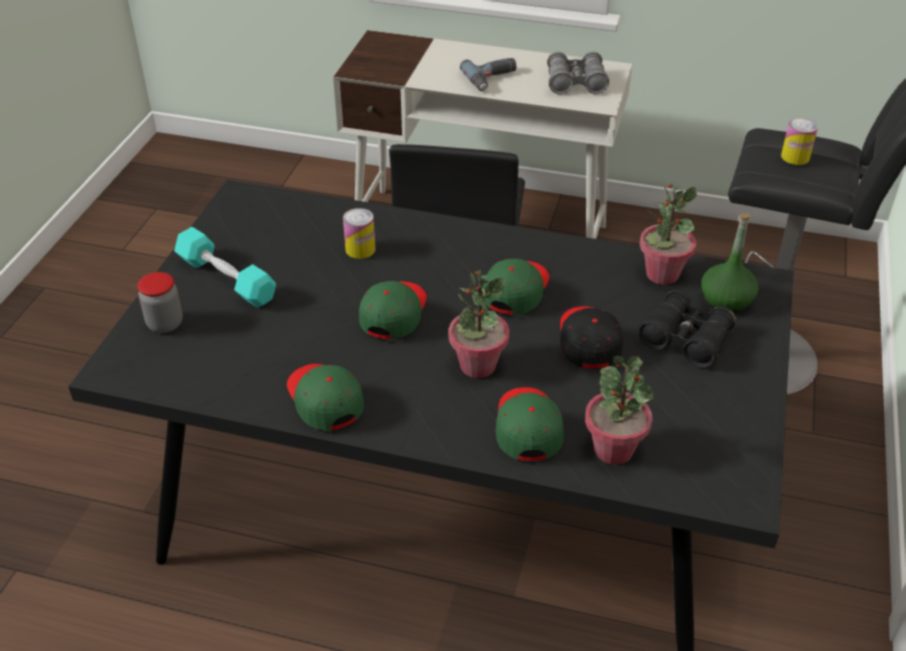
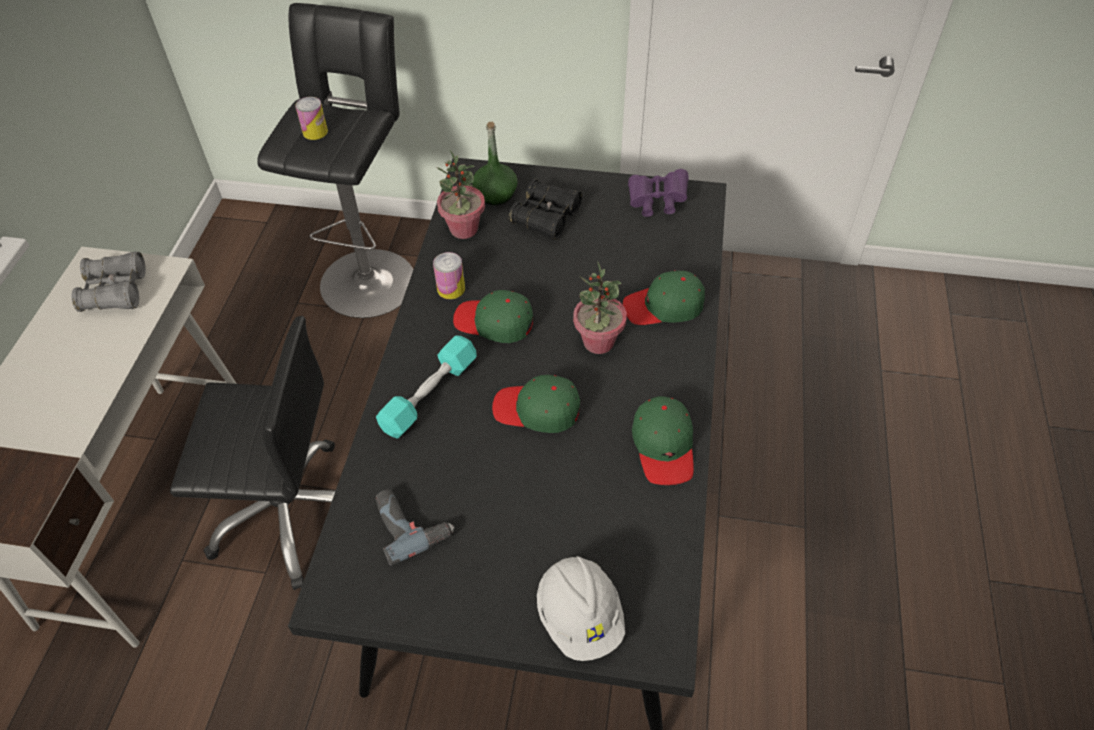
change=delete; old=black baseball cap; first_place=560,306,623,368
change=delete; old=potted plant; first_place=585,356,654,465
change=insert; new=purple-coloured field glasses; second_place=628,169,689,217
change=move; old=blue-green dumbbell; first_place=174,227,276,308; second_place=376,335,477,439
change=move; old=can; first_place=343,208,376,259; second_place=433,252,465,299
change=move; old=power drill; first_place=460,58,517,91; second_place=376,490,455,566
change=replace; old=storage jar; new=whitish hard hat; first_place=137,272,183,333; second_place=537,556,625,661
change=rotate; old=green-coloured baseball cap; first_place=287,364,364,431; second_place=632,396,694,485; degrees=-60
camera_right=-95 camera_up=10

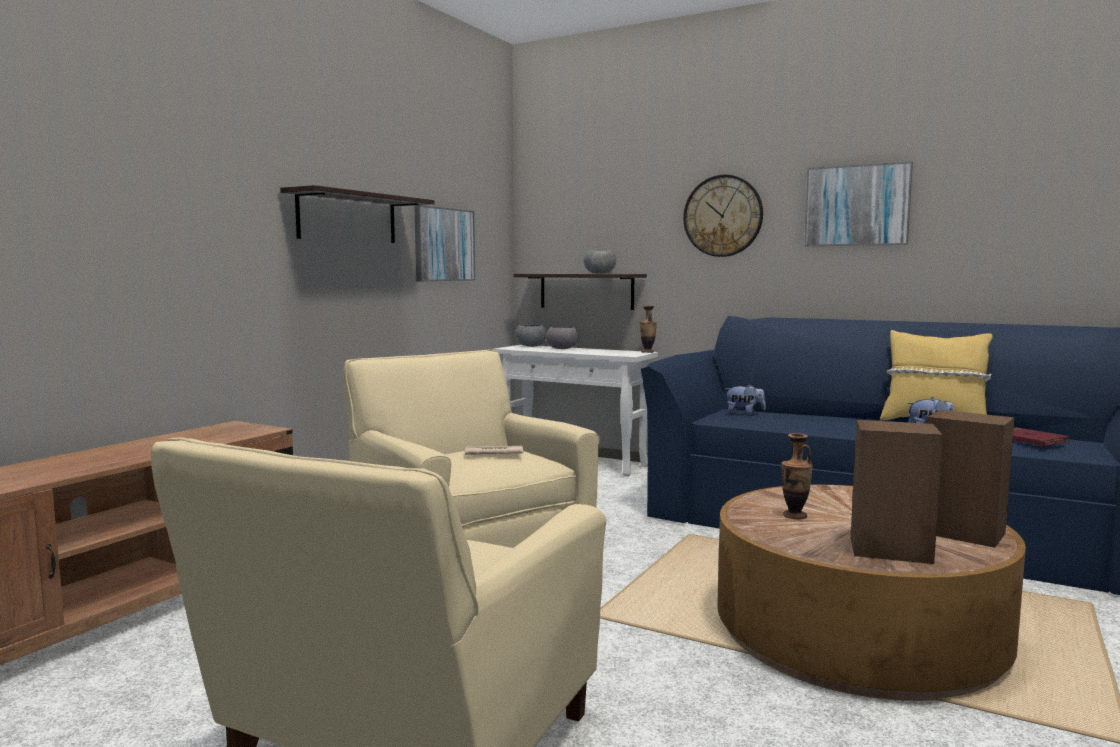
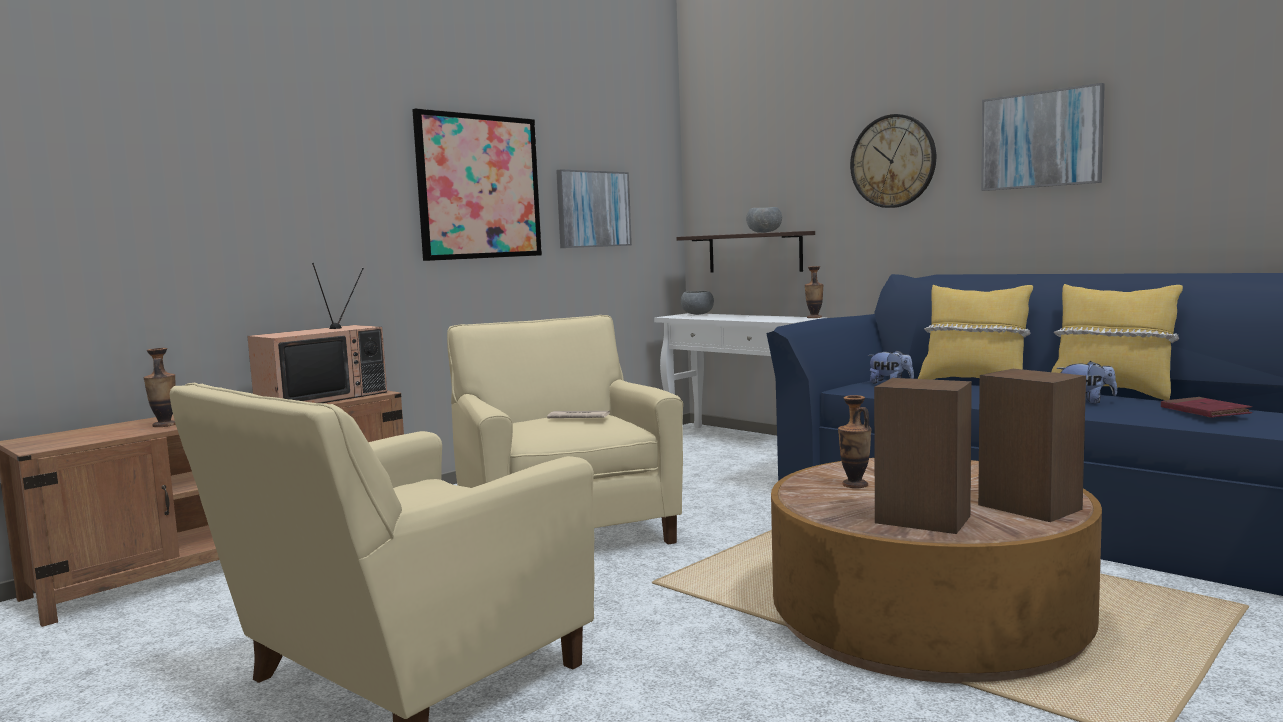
change=delete; old=gray serving bowl; first_place=546,327,578,349
change=insert; new=flower vase; second_place=144,348,176,427
change=insert; new=television; second_place=247,263,387,403
change=insert; new=yellow-coloured pillow; second_place=918,285,1033,380
change=replace; old=bracket shelf; new=wall picture; first_place=280,185,435,243; second_place=412,108,542,261
camera_right=15 camera_up=0

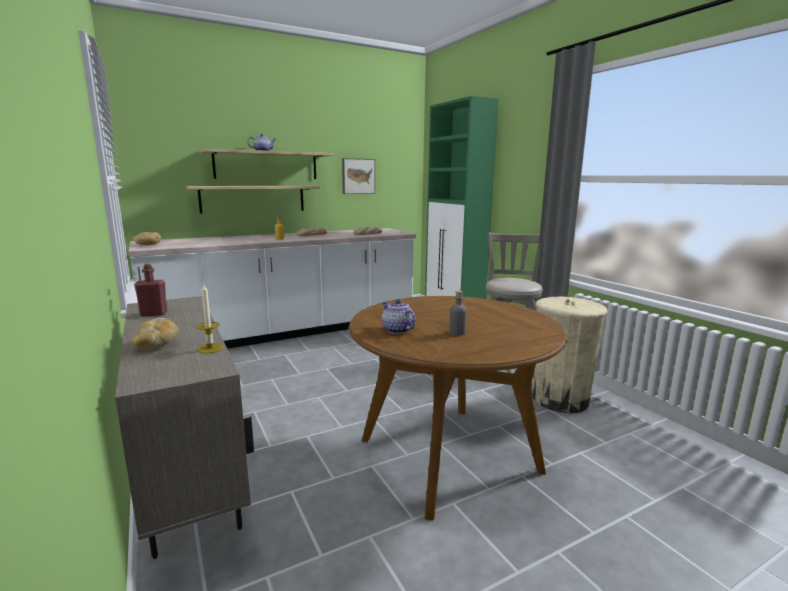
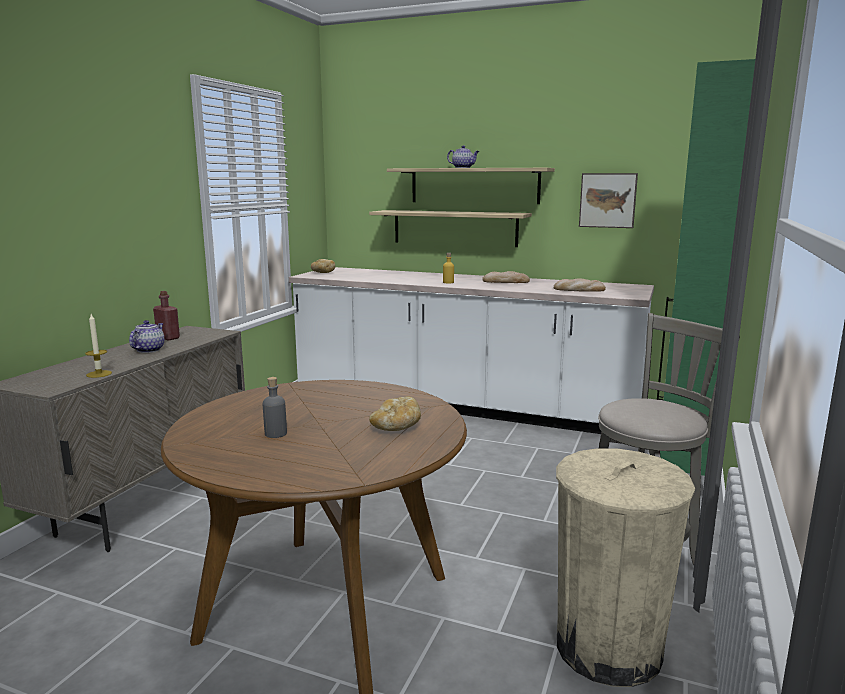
change=move; old=baked bread; first_place=132,317,179,349; second_place=369,396,421,431
change=move; old=pot for tea; first_place=382,299,416,334; second_place=129,320,164,353
camera_right=50 camera_up=0

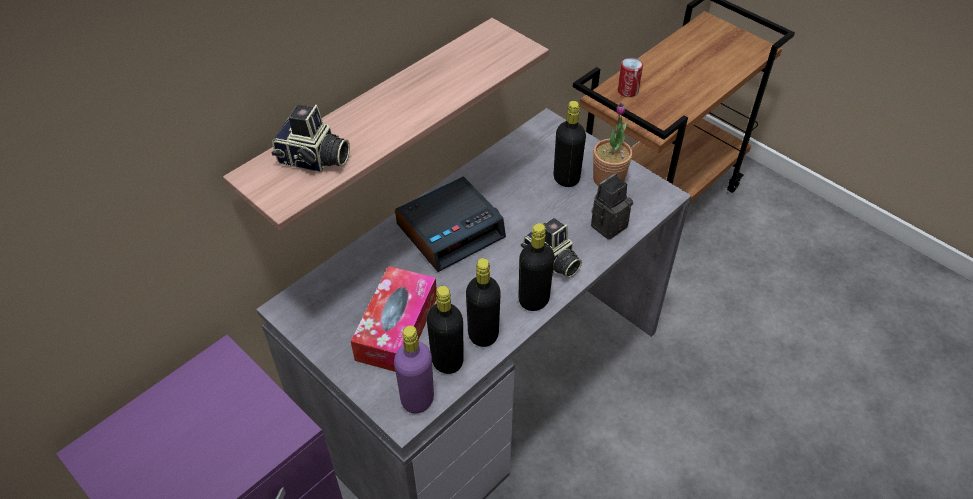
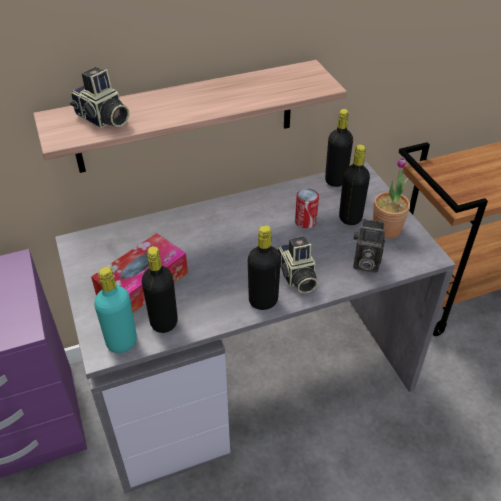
change=delete; old=bedside clock; first_place=395,176,506,272
change=move; old=black beverage bottle; first_place=466,258,501,347; second_place=325,109,353,187
change=move; old=can; first_place=618,58,643,97; second_place=295,189,319,228
change=recolor; old=purple-coloured beverage bottle; new=blue-green beverage bottle; first_place=394,325,434,414; second_place=94,267,137,353
change=rotate; old=photo camera; first_place=591,173,633,240; second_place=353,219,385,273; degrees=-150
camera_right=25 camera_up=-5

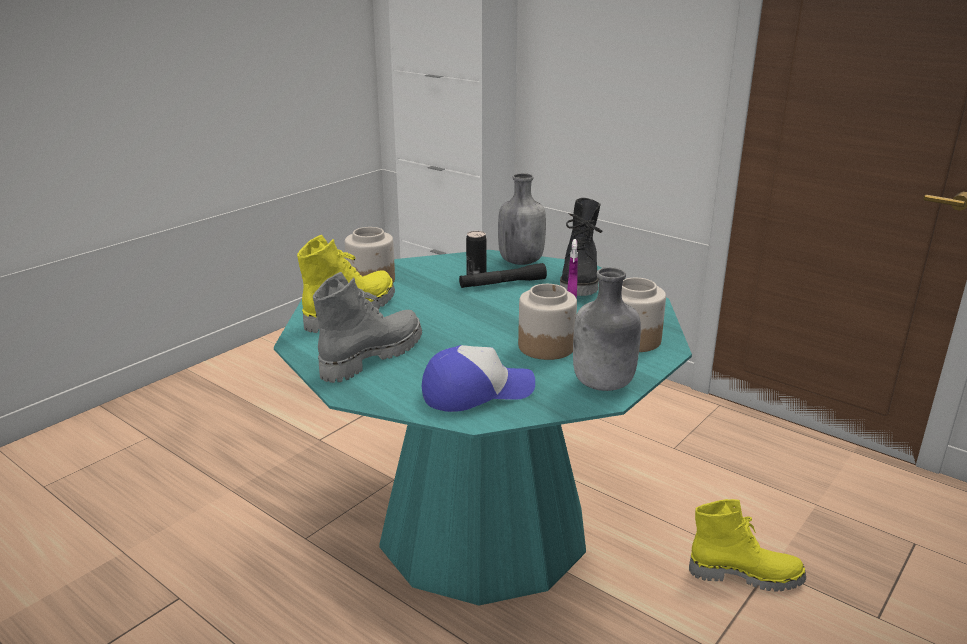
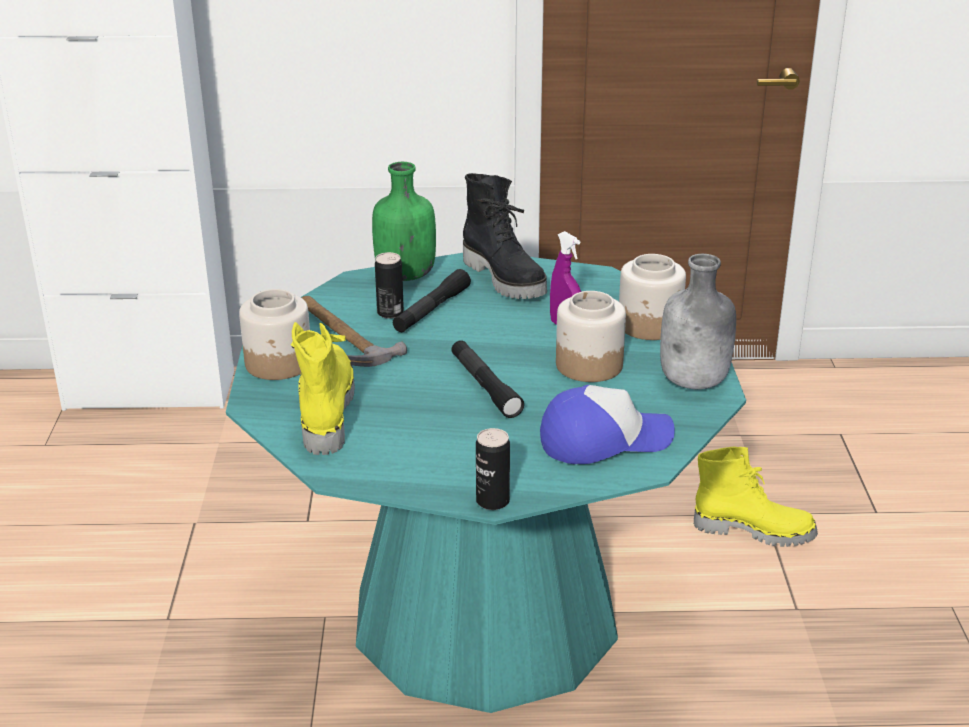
change=delete; old=gray boot; first_place=313,272,422,383
change=insert; new=tool hammer; second_place=301,296,407,367
change=insert; new=black flashlight; second_place=451,340,524,418
change=insert; new=can; second_place=476,428,510,510
change=recolor; old=gray beverage bottle; new=green-coloured beverage bottle; first_place=498,173,546,265; second_place=372,162,436,281
change=rotate; old=baseball cap; first_place=422,345,535,412; second_place=540,385,675,464; degrees=45
change=rotate; old=yellow-coloured boot; first_place=689,499,806,591; second_place=694,447,818,547; degrees=45
camera_right=-40 camera_up=5

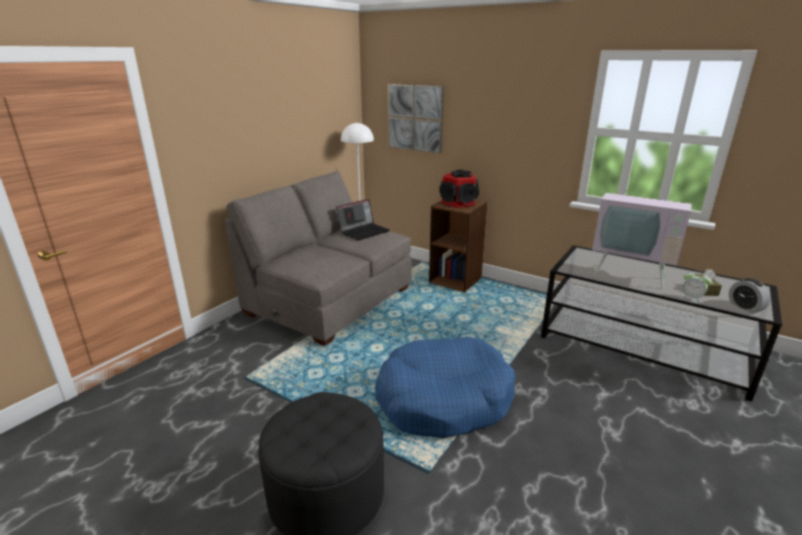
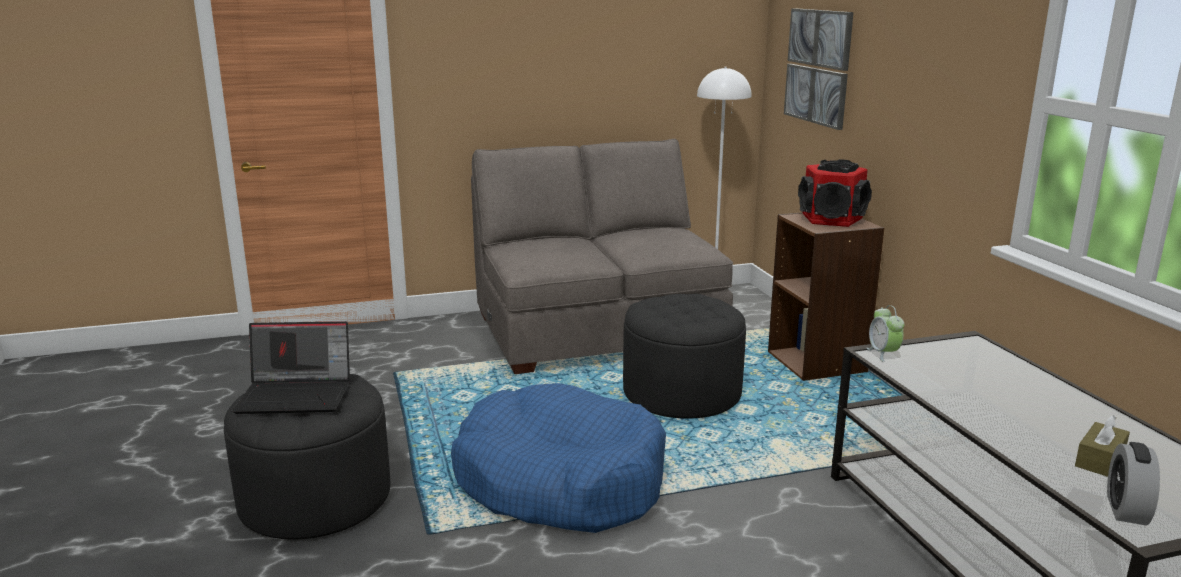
change=delete; old=television; first_place=592,160,692,289
change=insert; new=black ottoman; second_place=623,294,746,418
change=move; old=portable computer; first_place=336,199,390,241; second_place=232,321,350,414
change=move; old=bedside clock; first_place=680,270,712,303; second_place=866,305,904,362
camera_right=40 camera_up=-5

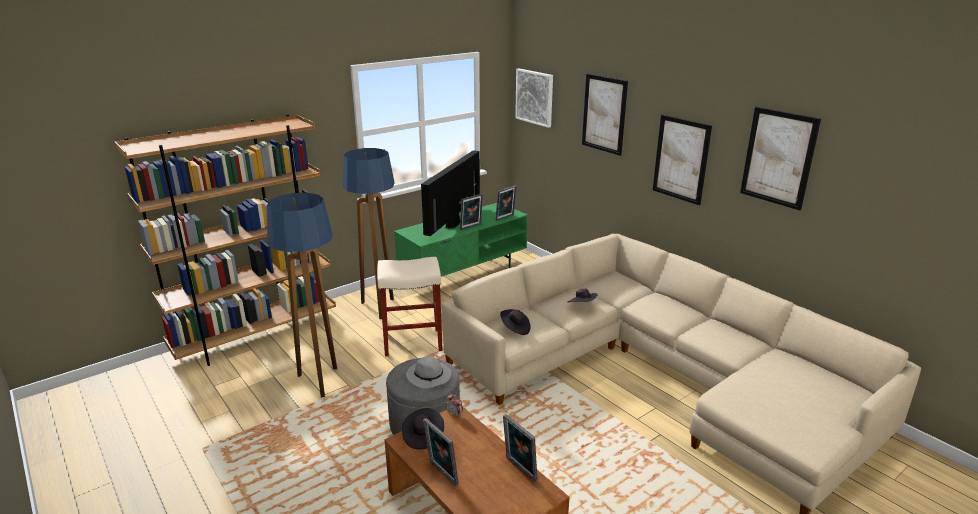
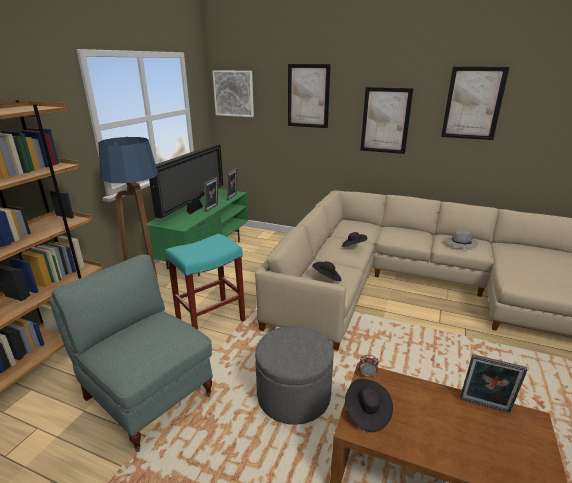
change=delete; old=standing frame; first_place=423,418,459,486
change=move; old=gray hat; first_place=406,356,451,389; second_place=446,229,478,249
change=replace; old=standing lamp; new=gray armchair; first_place=267,193,337,398; second_place=49,254,213,452
change=recolor; old=beige-coloured sitting stool; new=blue-green sitting stool; first_place=377,257,443,356; second_place=165,234,245,330
change=rotate; old=television; first_place=421,150,480,236; second_place=149,144,223,218; degrees=-150
camera_right=-30 camera_up=0

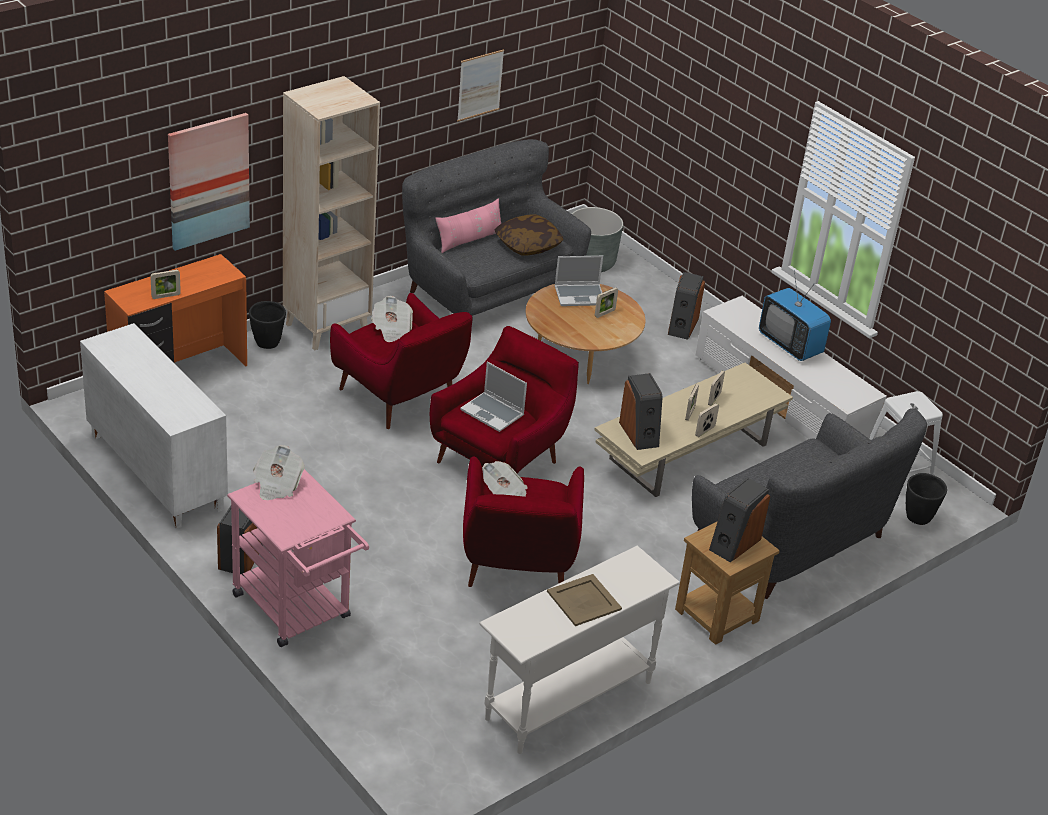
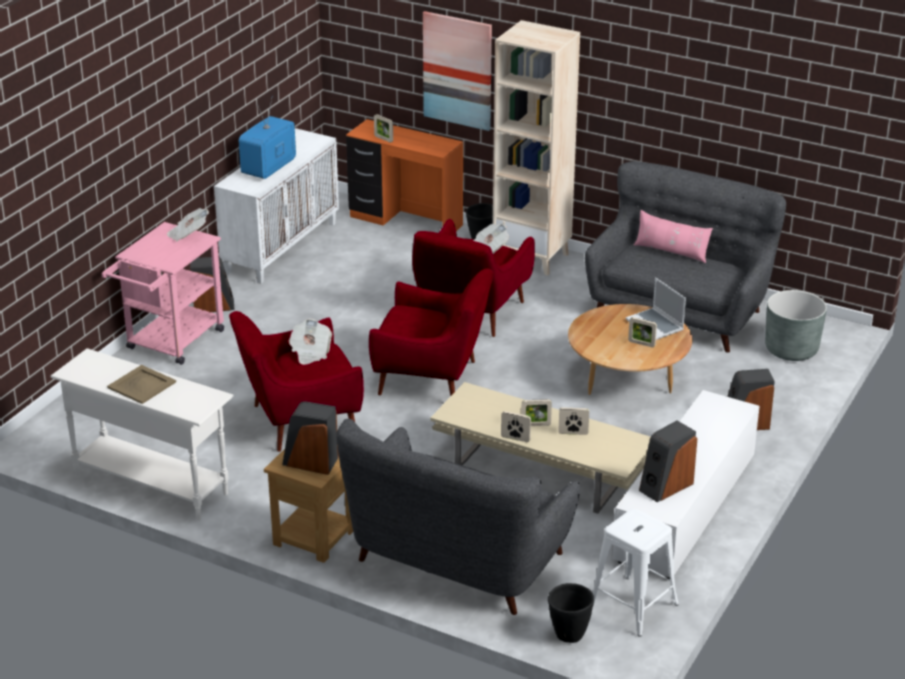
change=delete; old=wall picture; first_place=457,49,504,121
change=delete; old=portable computer; first_place=460,362,527,432
change=delete; old=pillow; first_place=494,214,564,256
change=move; old=audio speaker; first_place=619,373,663,450; second_place=639,420,697,502
change=move; old=television; first_place=759,270,831,361; second_place=239,95,296,179
camera_right=70 camera_up=-5

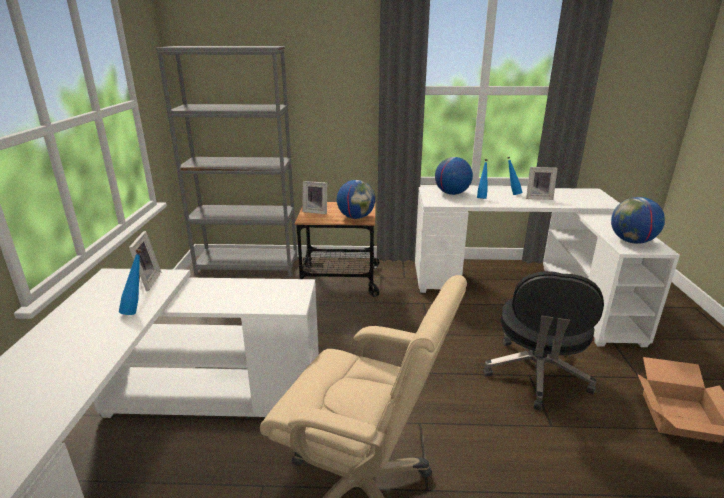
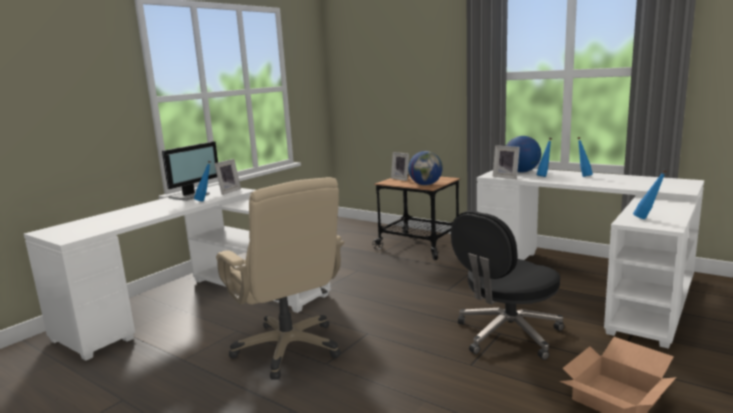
change=delete; old=gray shelving unit; first_place=156,46,297,276
change=insert; new=monitor; second_place=162,141,218,201
change=move; old=standing frame; first_place=526,167,558,200; second_place=493,145,520,179
change=replace; old=world globe; new=blue beverage bottle; first_place=611,197,665,244; second_place=633,169,667,219
camera_right=35 camera_up=-10

